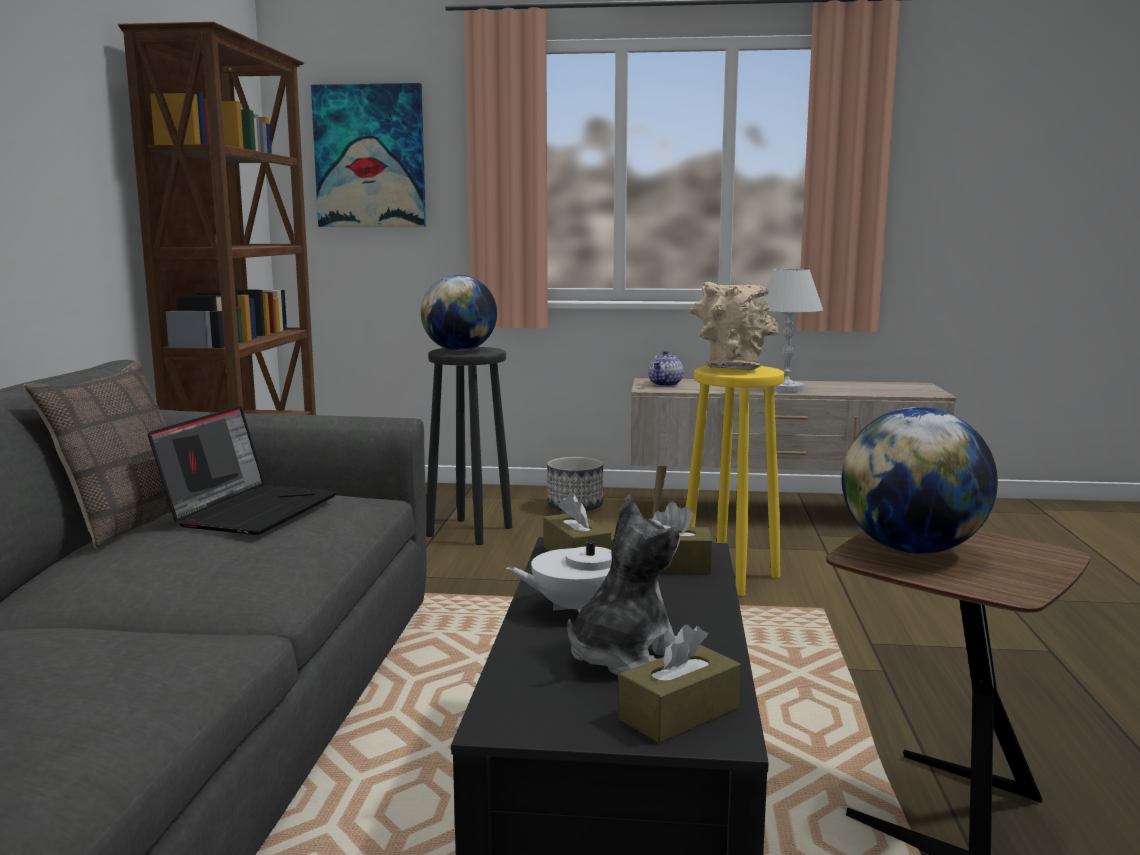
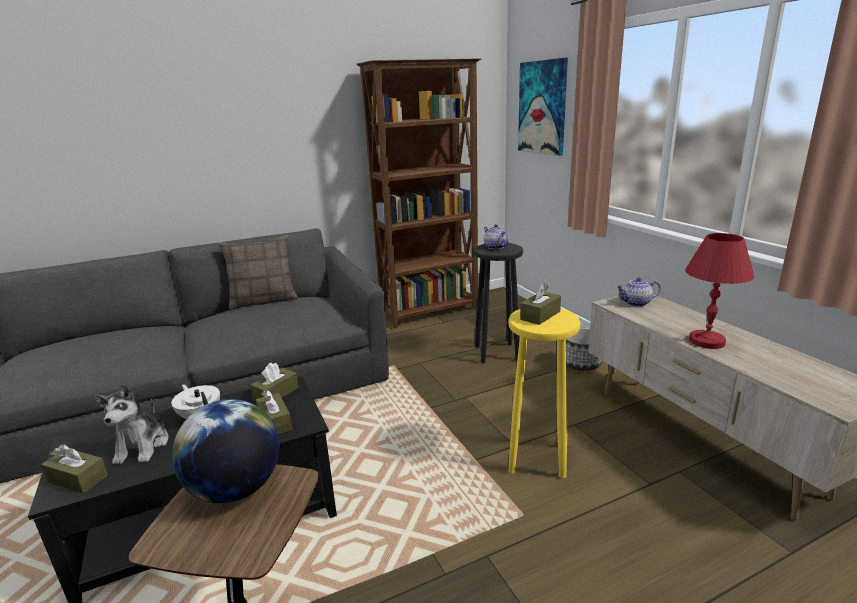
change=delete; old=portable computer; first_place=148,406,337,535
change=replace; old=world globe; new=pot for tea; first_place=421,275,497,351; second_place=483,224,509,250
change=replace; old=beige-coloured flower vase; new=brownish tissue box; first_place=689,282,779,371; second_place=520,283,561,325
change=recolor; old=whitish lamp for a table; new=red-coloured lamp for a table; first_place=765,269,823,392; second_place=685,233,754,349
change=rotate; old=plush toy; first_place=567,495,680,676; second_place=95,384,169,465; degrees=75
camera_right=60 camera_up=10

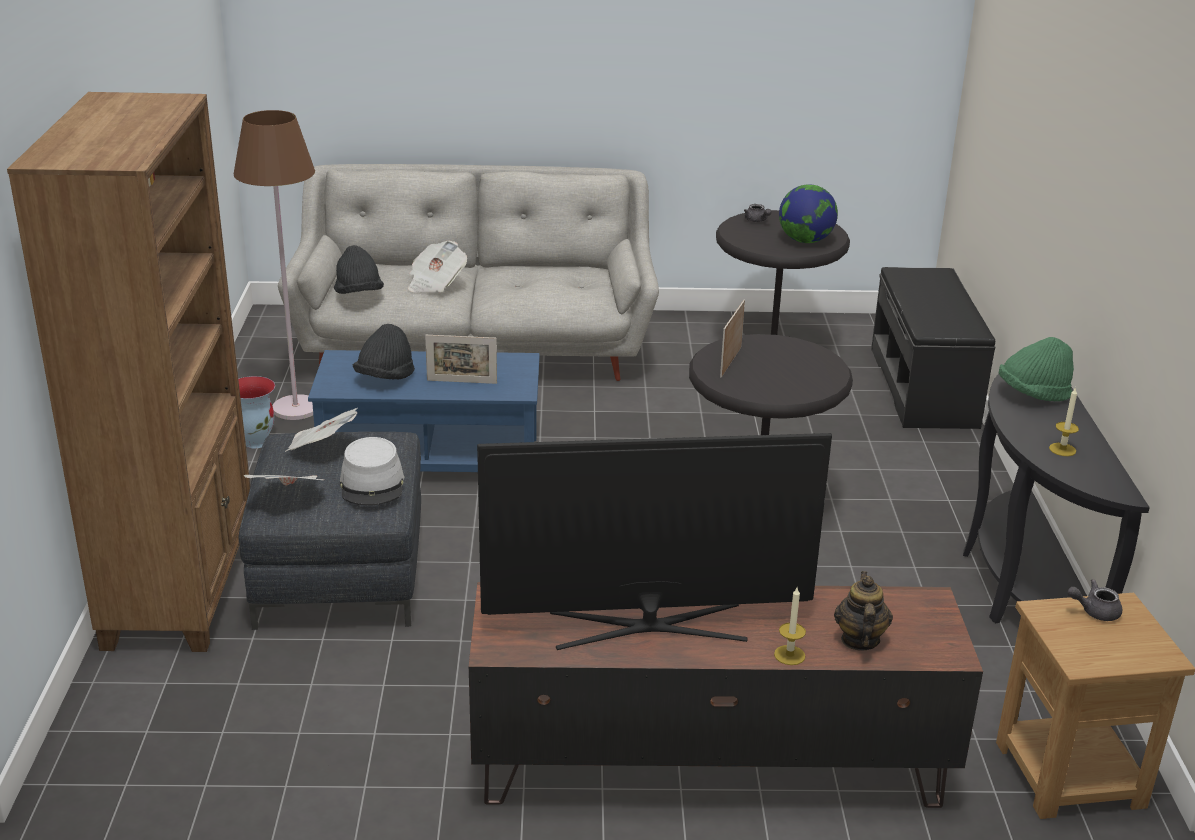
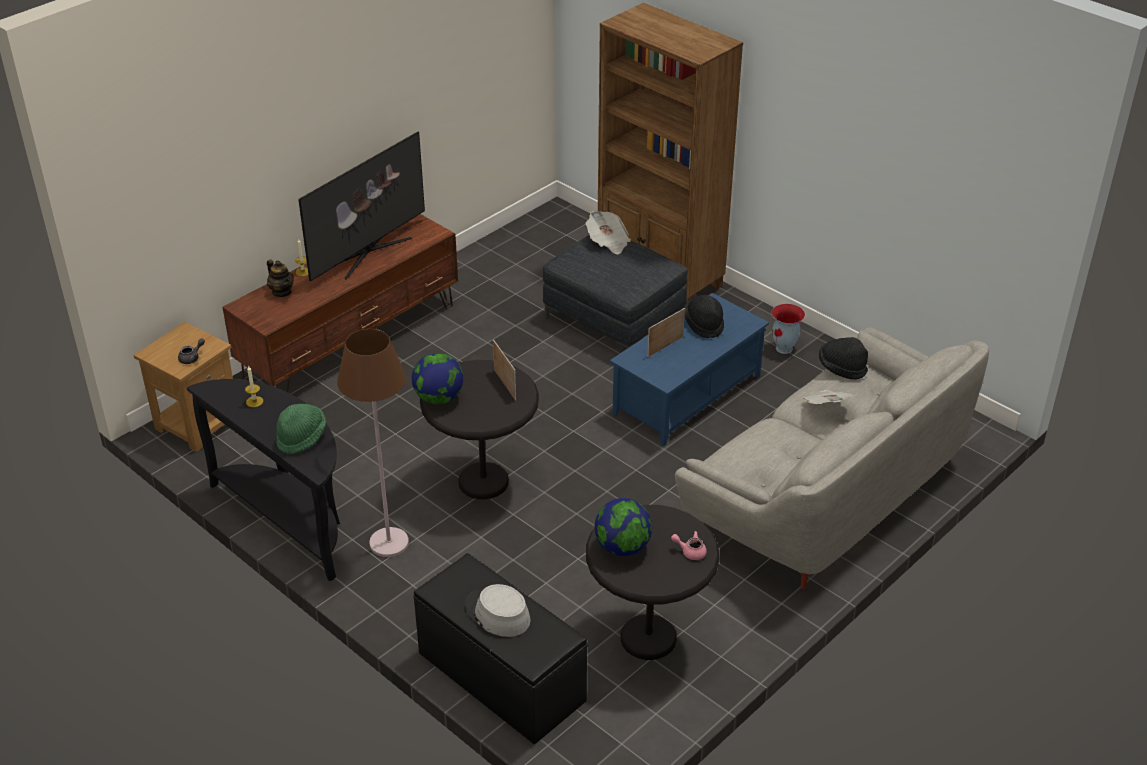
change=delete; old=newspaper; first_place=285,408,358,452
change=insert; new=world globe; second_place=412,353,463,404
change=move; old=brownish standing lamp; first_place=234,110,315,420; second_place=337,329,409,557
change=move; old=gray hat; first_place=340,437,405,506; second_place=464,584,531,637
change=recolor; old=gray pot for tea; new=pink pot for tea; first_place=744,204,772,222; second_place=671,531,707,560
camera_right=135 camera_up=10

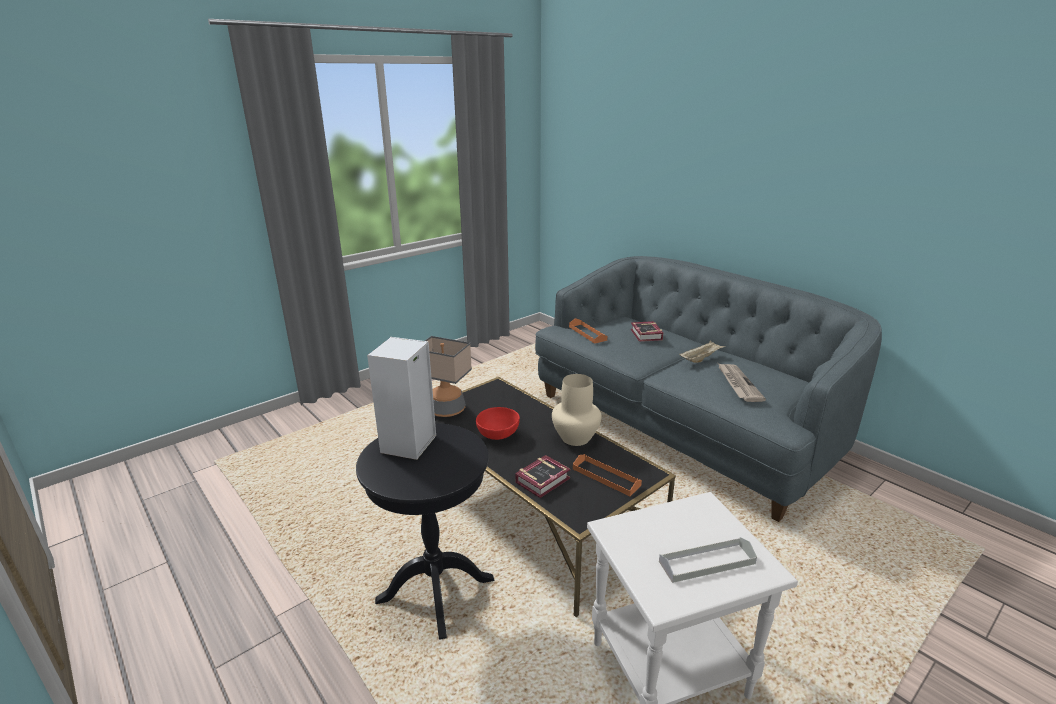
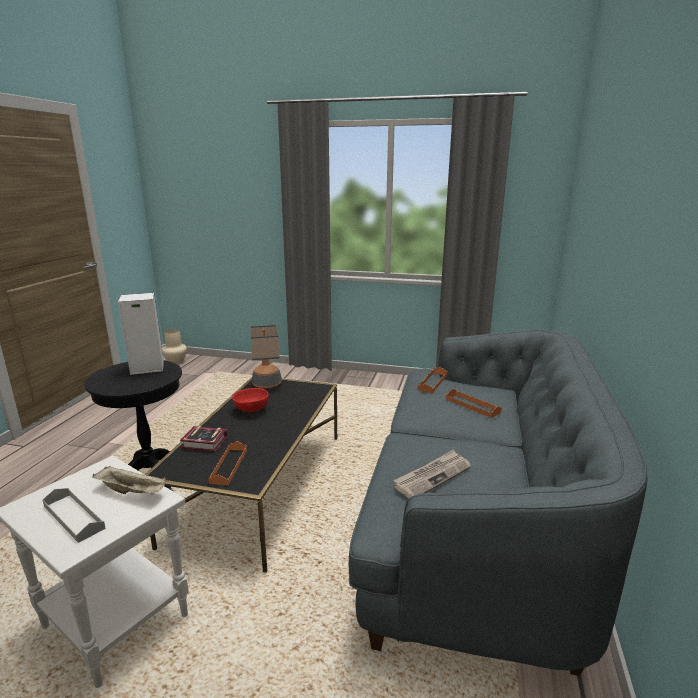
change=move; old=beige-coloured flower vase; first_place=552,374,602,446; second_place=162,329,187,364
change=move; old=beige-coloured serving tray; first_place=679,341,725,363; second_place=92,465,167,494
change=replace; old=volume; new=orange serving tray; first_place=631,321,663,342; second_place=446,389,502,418
camera_right=55 camera_up=-5

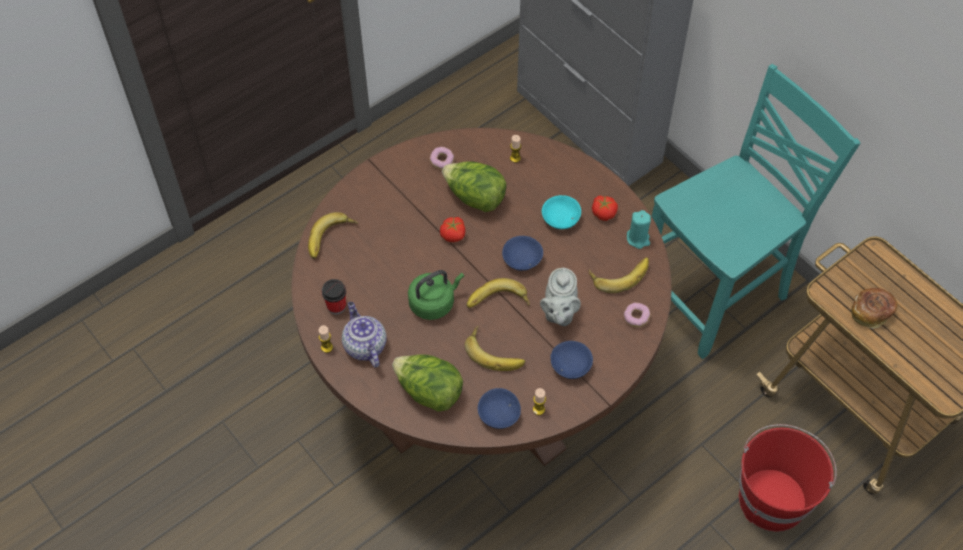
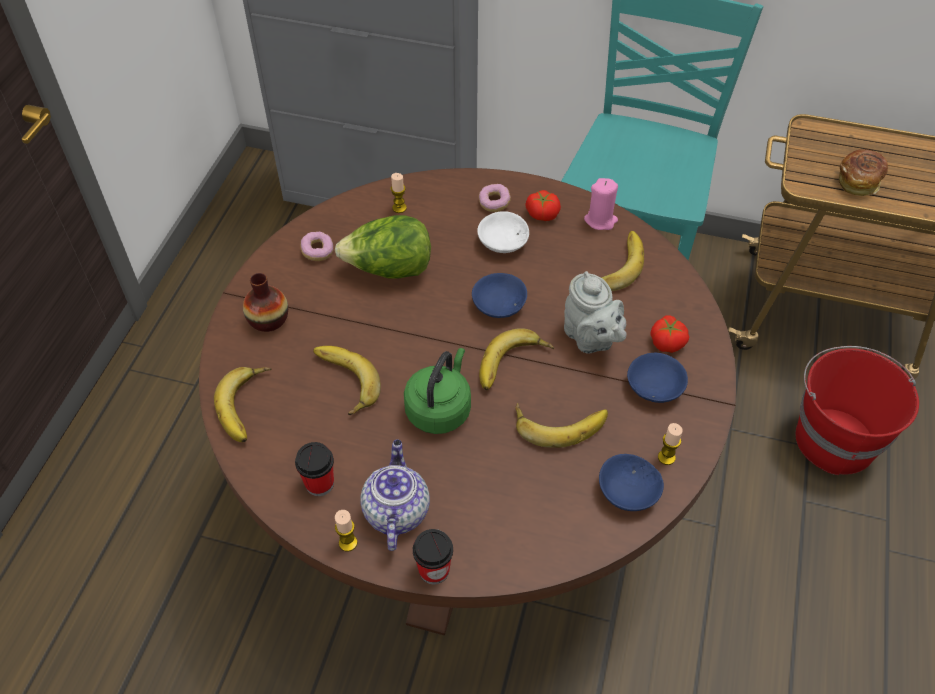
change=delete; old=lettuce head; first_place=392,354,463,412
change=insert; new=flower vase; second_place=243,273,288,332
change=insert; new=whole banana; second_place=313,346,381,415
change=insert; new=small cup; second_place=413,529,453,584
change=move; old=whole tomato; first_place=440,217,466,242; second_place=650,315,689,353
change=move; old=donut; first_place=624,303,651,327; second_place=479,184,511,212
change=recolor; old=blue-green serving bowl; new=whitish serving bowl; first_place=542,195,581,229; second_place=477,211,529,253
change=recolor; old=blue-green wax candle; new=pink wax candle; first_place=627,210,651,249; second_place=584,178,618,230
change=rotate; old=pot for tea; first_place=342,302,387,368; second_place=360,440,430,551; degrees=60
camera_right=-35 camera_up=-5

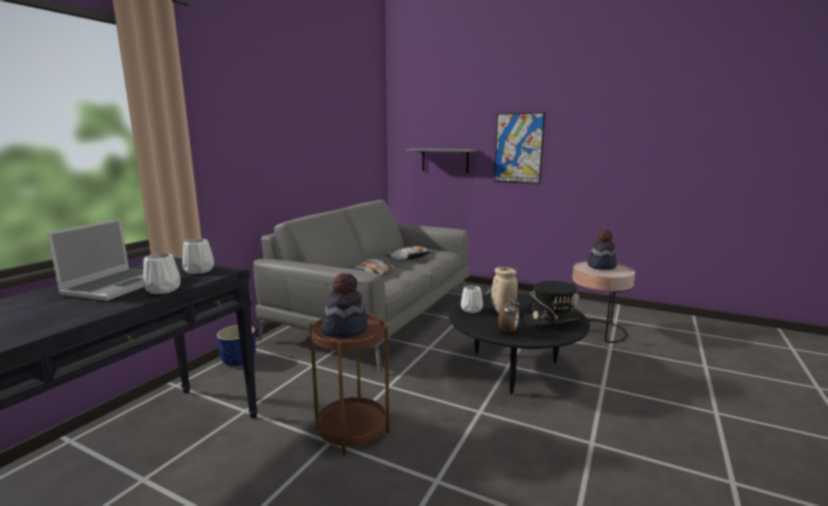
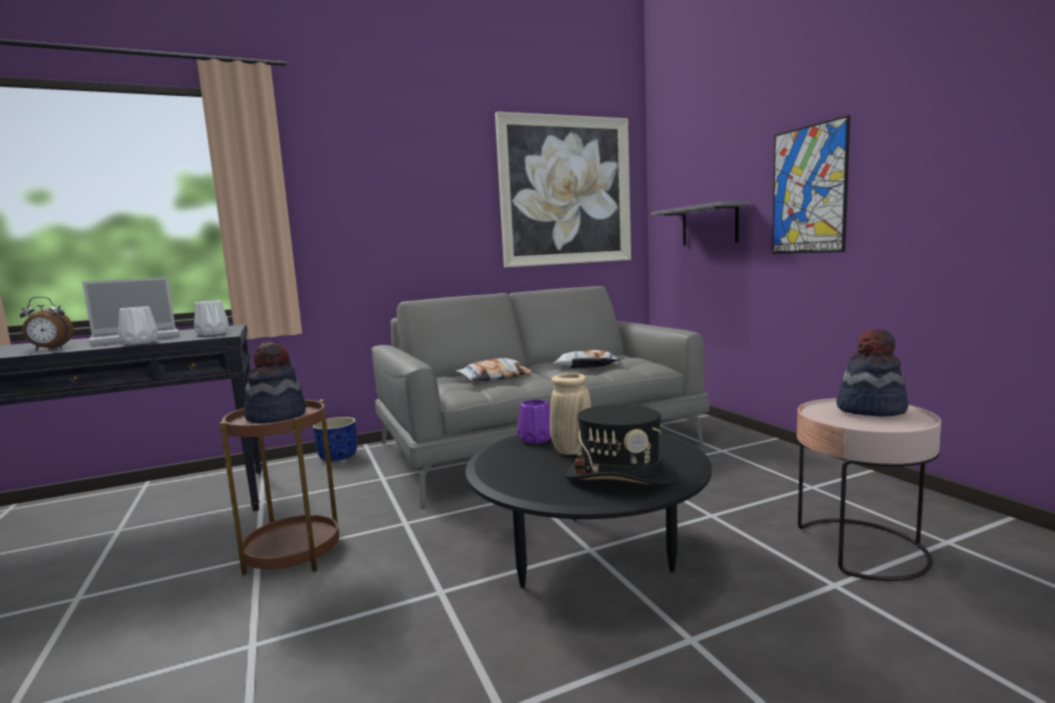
change=insert; new=wall picture; second_place=495,111,631,267
change=move; old=bedside clock; first_place=498,295,521,334; second_place=20,297,73,350
change=recolor; old=whitish flower vase; new=purple-coloured flower vase; first_place=461,285,483,313; second_place=518,399,551,444
camera_right=40 camera_up=-5

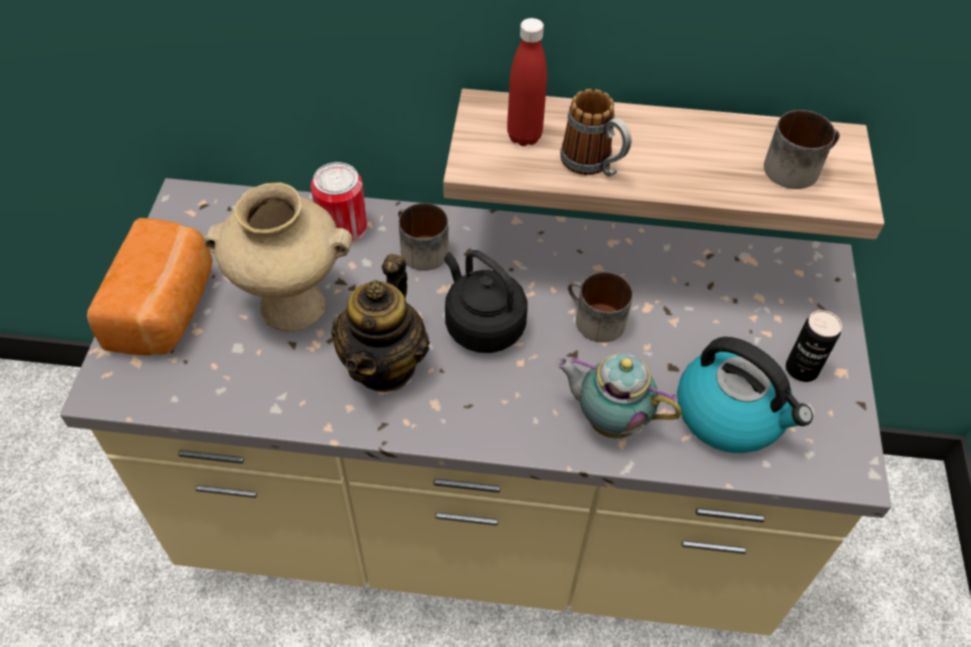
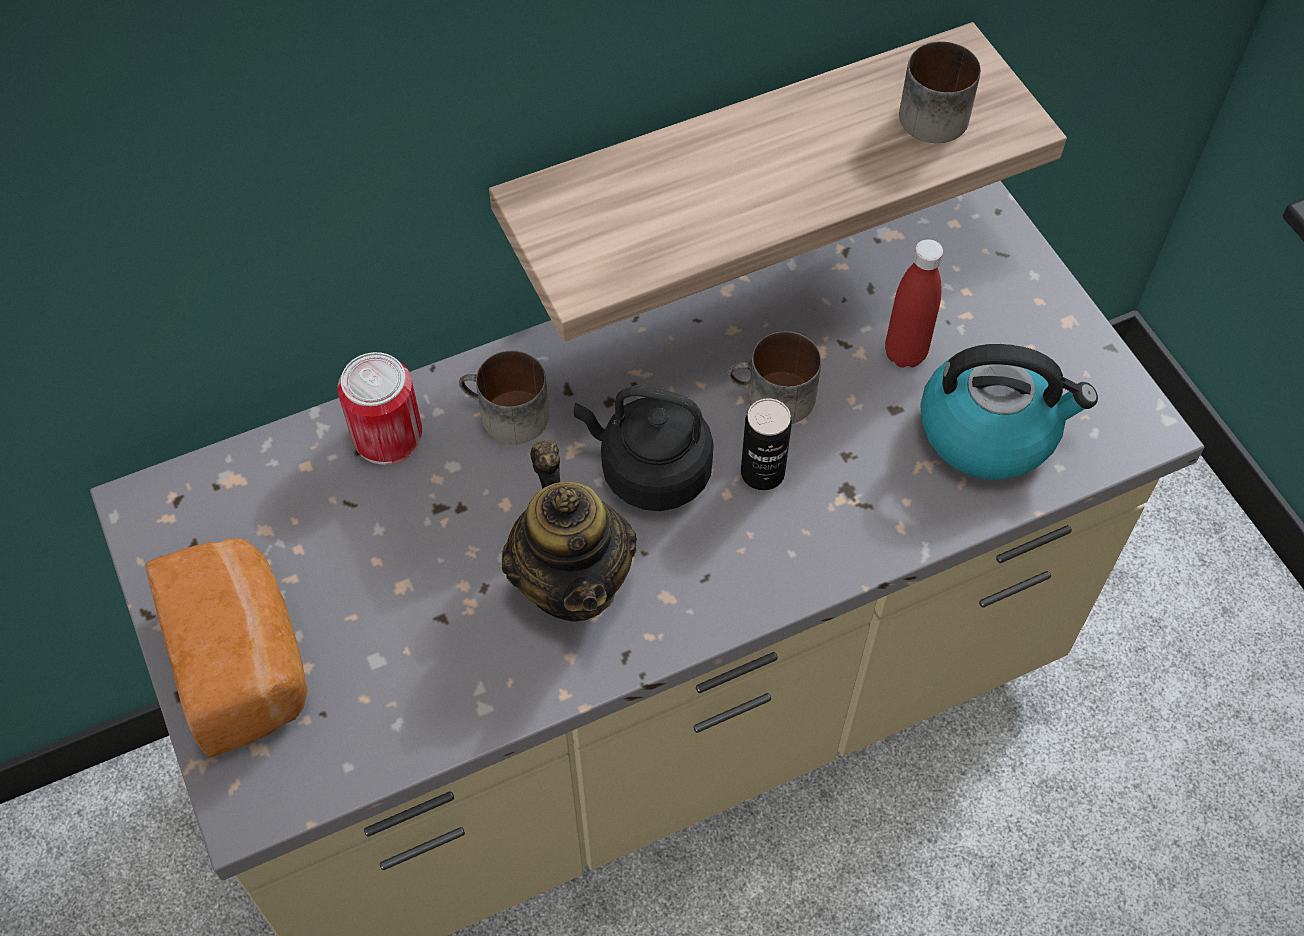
change=delete; old=beige-coloured flower vase; first_place=204,183,352,331
change=delete; old=pot for tea; first_place=556,353,682,438
change=delete; old=tea mug; first_place=560,89,631,177
change=move; old=red-coloured beverage bottle; first_place=507,18,547,146; second_place=885,239,943,368
change=move; old=can; first_place=786,310,842,382; second_place=741,398,792,490
camera_right=-30 camera_up=5

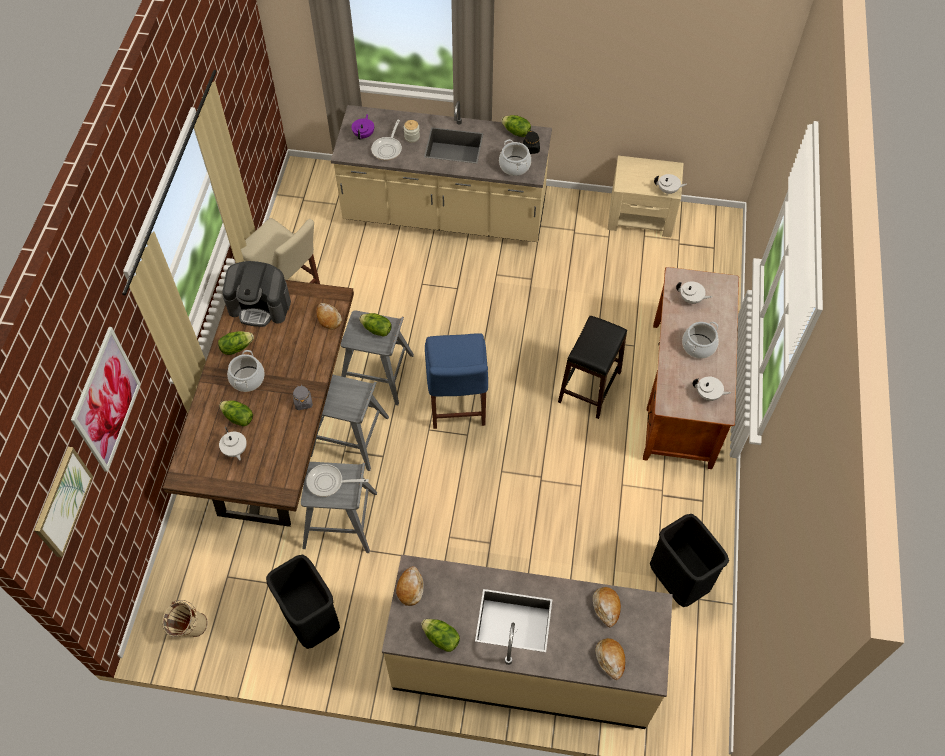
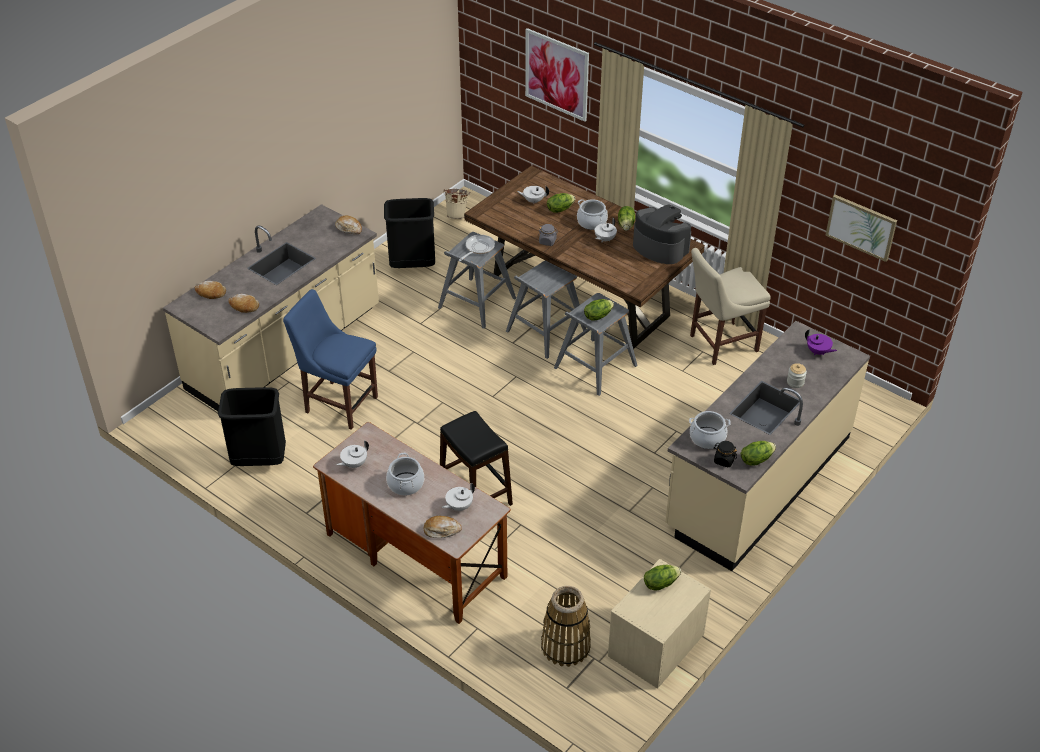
change=delete; old=frying pan; first_place=371,120,402,160
change=insert; new=household basket; second_place=541,586,591,667
change=move; old=wall picture; first_place=34,447,93,558; second_place=825,195,897,262
change=move; old=baked bread; first_place=316,303,342,330; second_place=424,516,462,538
change=move; old=lettuce head; first_place=421,619,460,652; second_place=644,565,681,590
change=move; old=blue plain chair; first_place=425,333,488,429; second_place=283,289,378,430
change=move; old=whitish pot for tea; first_place=654,174,687,195; second_place=595,218,617,242
change=rotate; old=coffee brewer; first_place=222,261,291,327; second_place=633,205,691,264; degrees=90
camera_right=120 camera_up=-15

